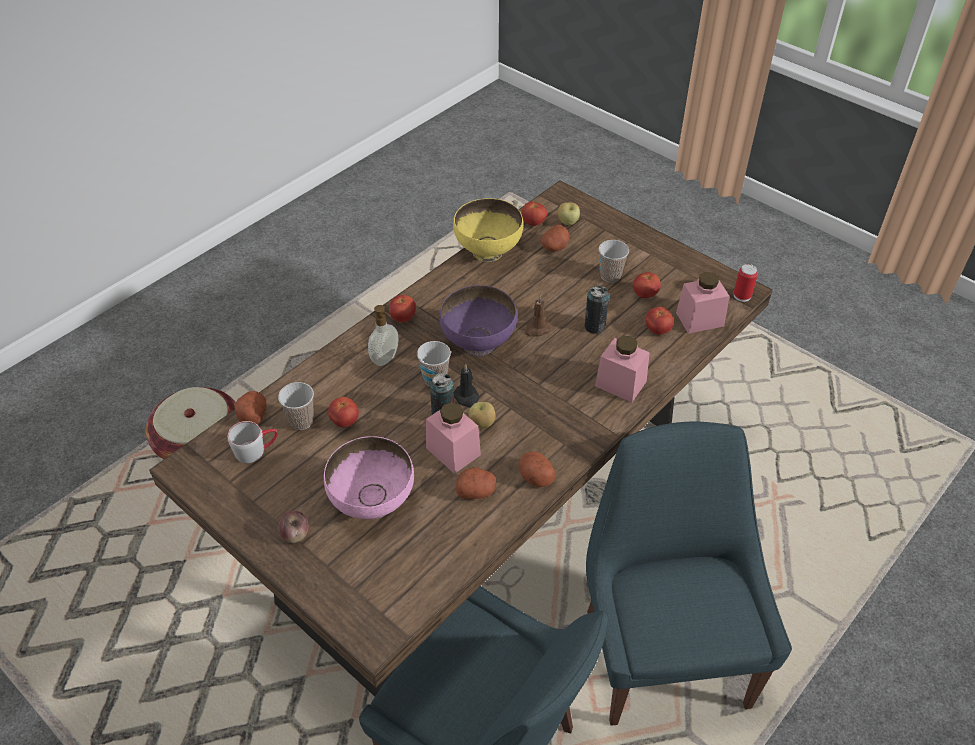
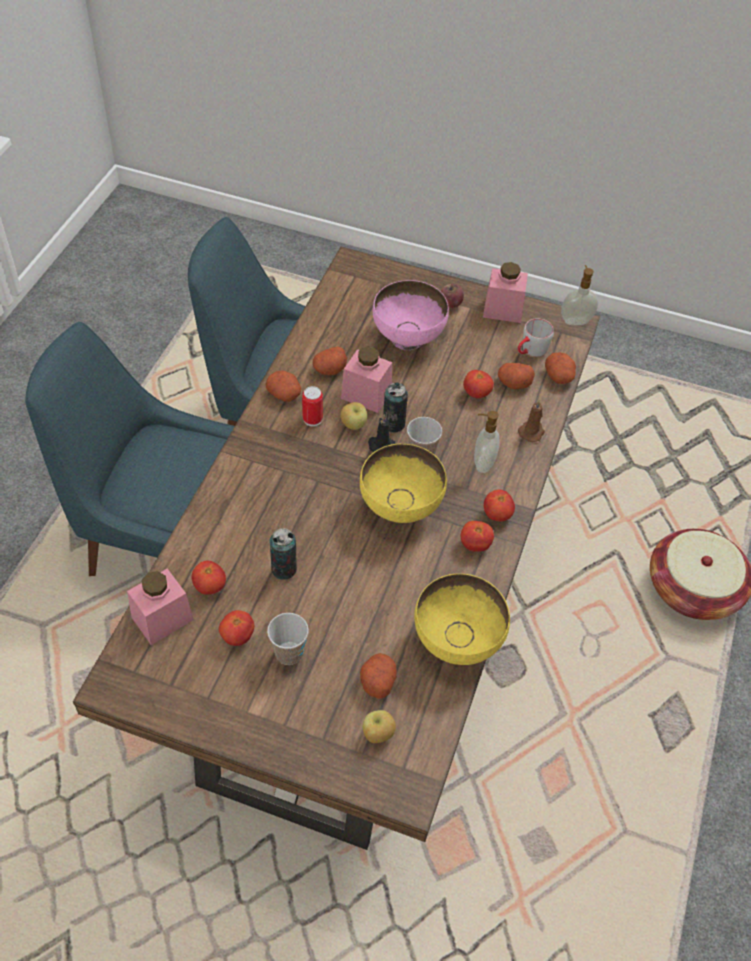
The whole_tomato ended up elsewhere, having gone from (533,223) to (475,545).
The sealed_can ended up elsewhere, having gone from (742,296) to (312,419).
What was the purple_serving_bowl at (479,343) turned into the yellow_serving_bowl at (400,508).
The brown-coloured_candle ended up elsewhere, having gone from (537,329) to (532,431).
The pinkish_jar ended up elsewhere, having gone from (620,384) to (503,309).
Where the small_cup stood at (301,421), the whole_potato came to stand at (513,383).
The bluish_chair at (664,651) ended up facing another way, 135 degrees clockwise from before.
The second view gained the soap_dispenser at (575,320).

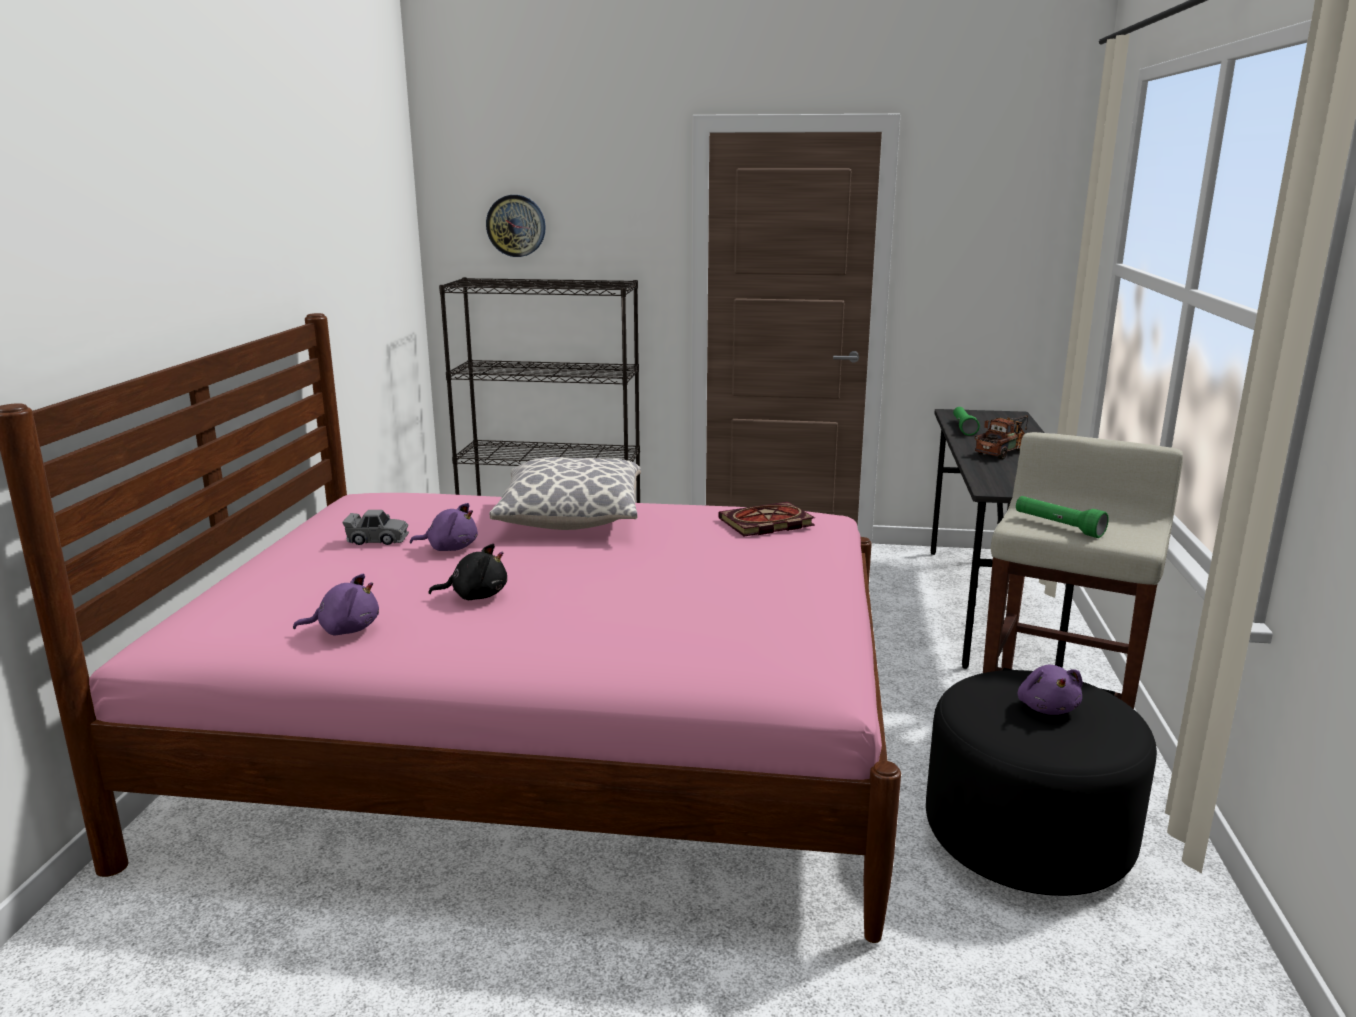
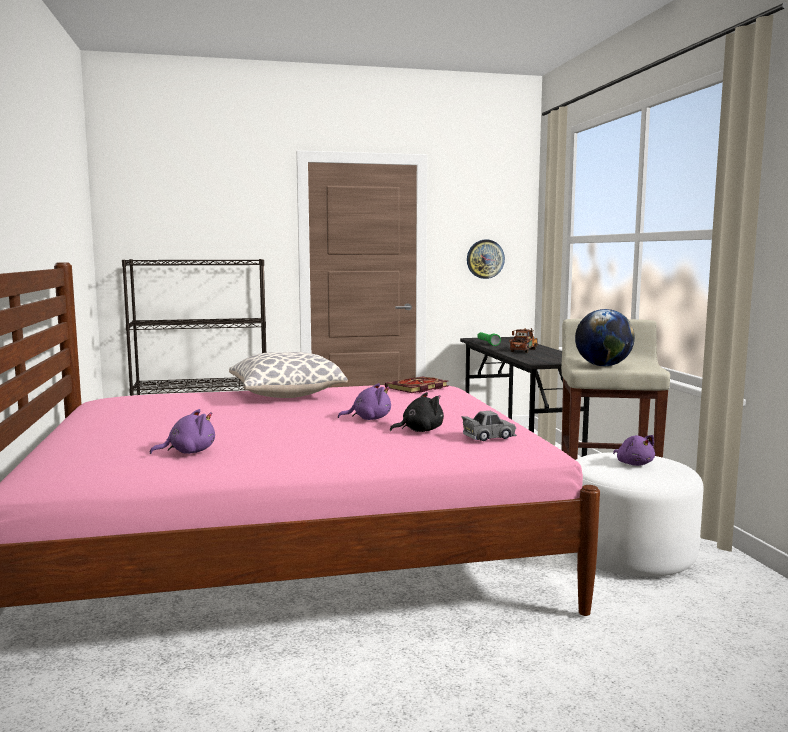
The clock_on_the_wall ended up elsewhere, having gone from (516,225) to (485,259).
Where the green_flashlight stood at (1058,526), the world_globe came to stand at (603,366).
The purple_soft_toy ended up elsewhere, having gone from (450,548) to (368,419).
The greyish_model_car ended up elsewhere, having gone from (377,539) to (489,437).
The black-coloured_soft_toy ended up elsewhere, having gone from (475,596) to (419,430).
What was the black-coloured_pouffe at (1027,836) turned into the white-coloured_pouffe at (628,553).

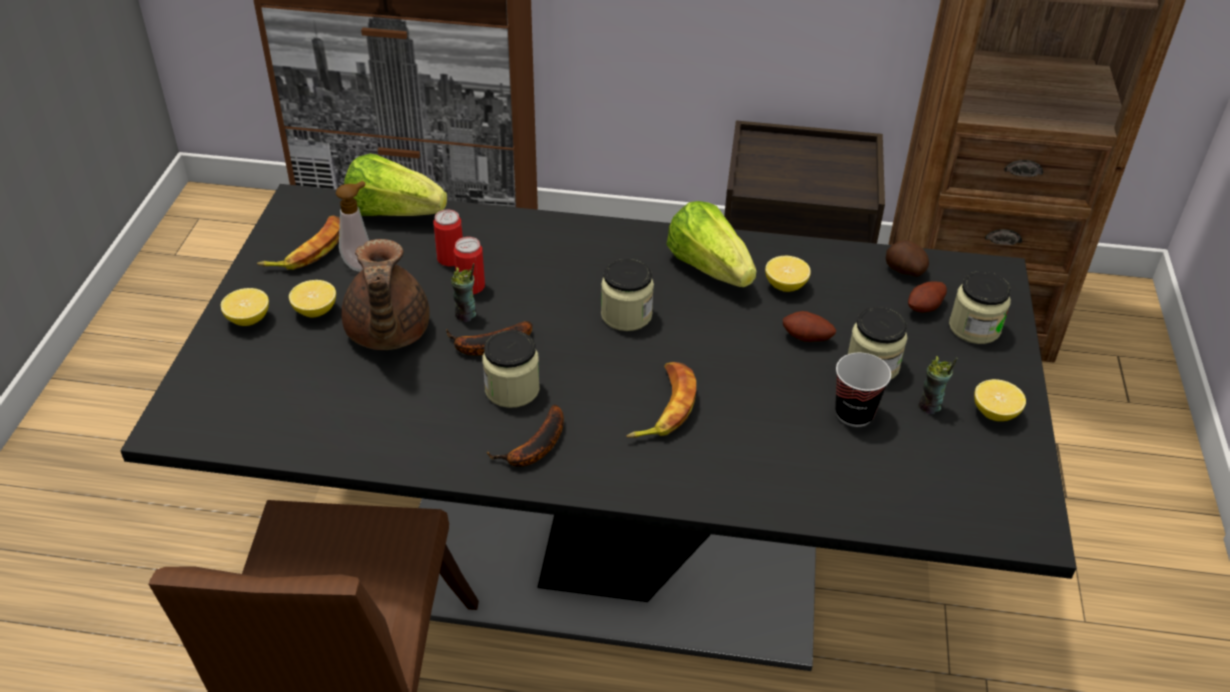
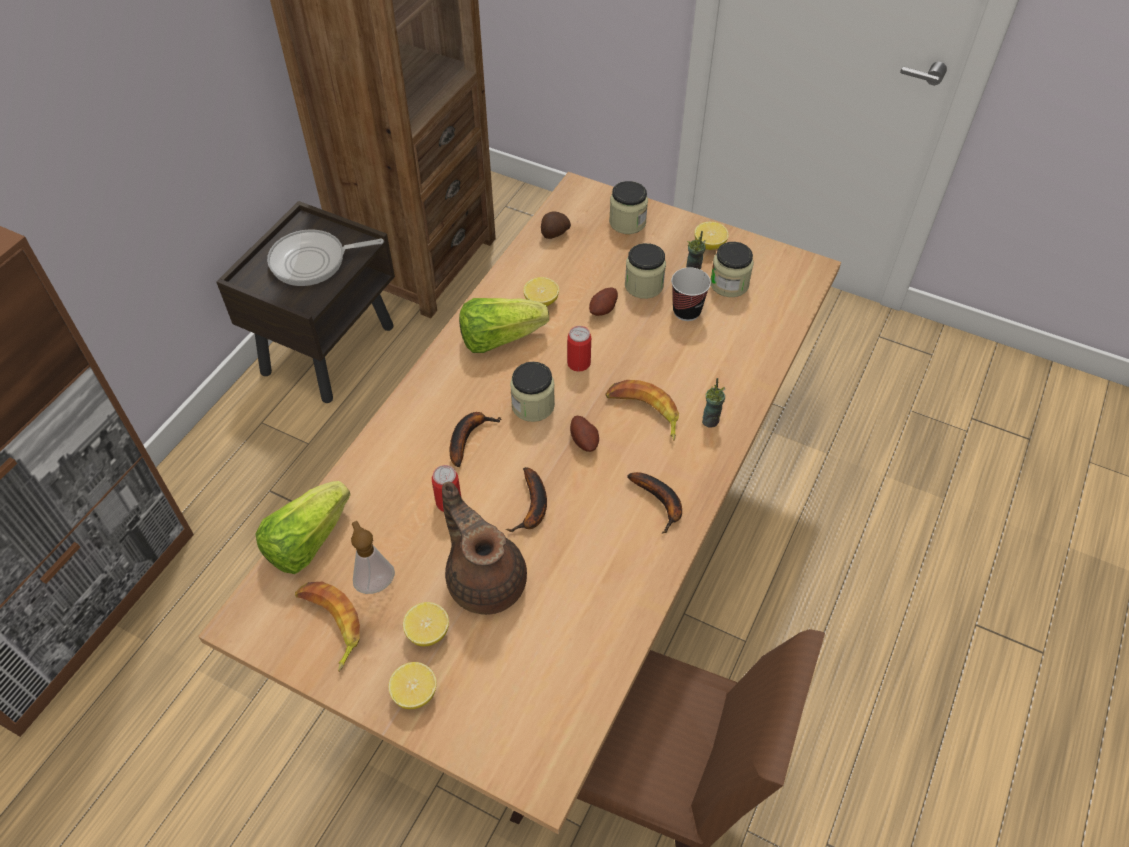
What was the black-coloured_dinner_table at (609,561) turned into the beige-coloured_dinner_table at (564,566).
The sealed_can ended up elsewhere, having gone from (450,258) to (579,363).
The brown-coloured_pot_for_tea at (387,334) ended up facing another way, 135 degrees counterclockwise from before.
The small_cup ended up elsewhere, having gone from (465,315) to (710,420).
The whole_potato ended up elsewhere, having gone from (925,308) to (584,441).
The jar ended up elsewhere, having gone from (512,389) to (729,284).
The second view gained the pan at (313,262).
The second view gained the whole_banana at (468,437).

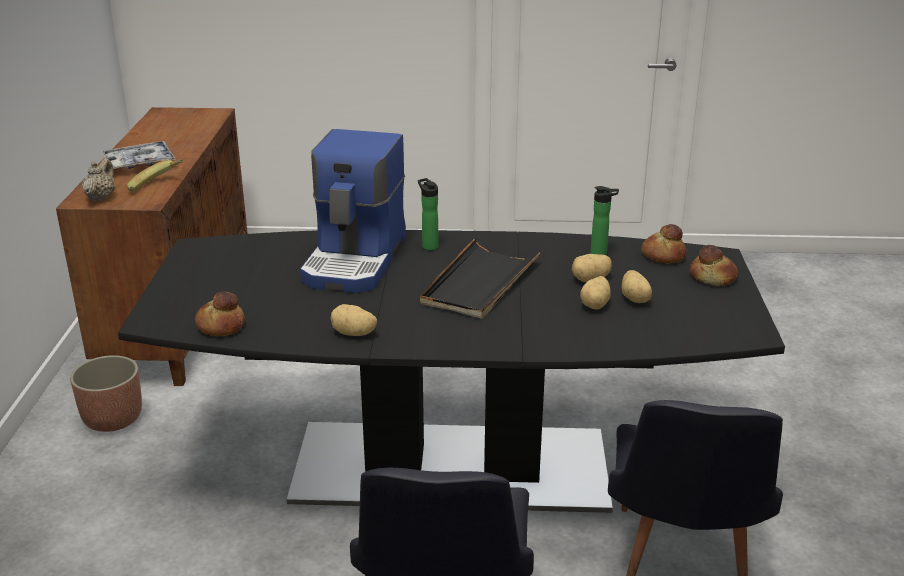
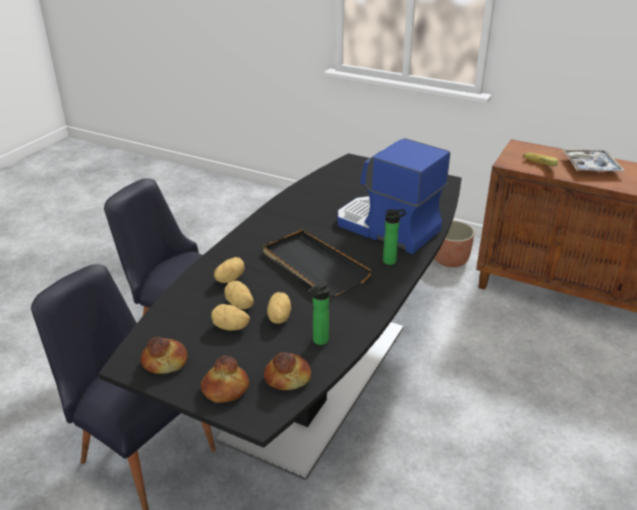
The second view lost the beige-coloured_pot_for_tea at (101,198).
The bread ended up elsewhere, having gone from (220,326) to (165,361).
The whole_potato ended up elsewhere, having gone from (353,334) to (229,279).

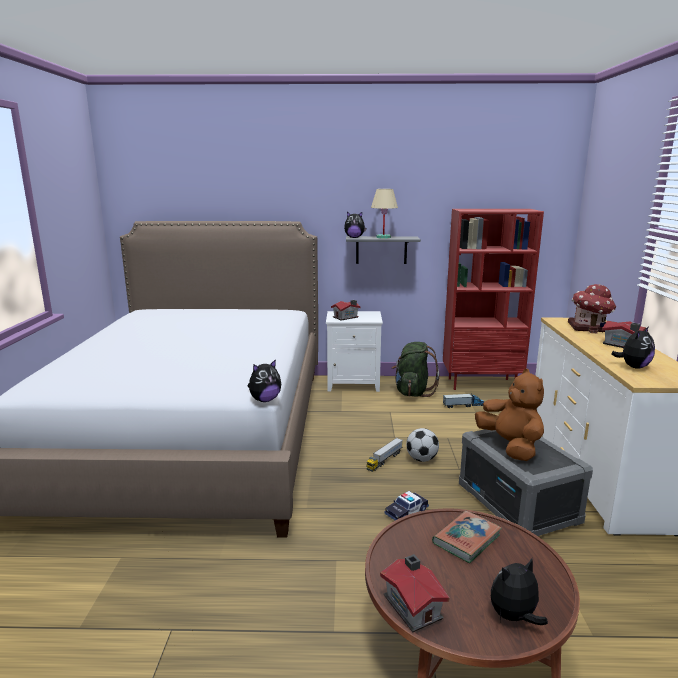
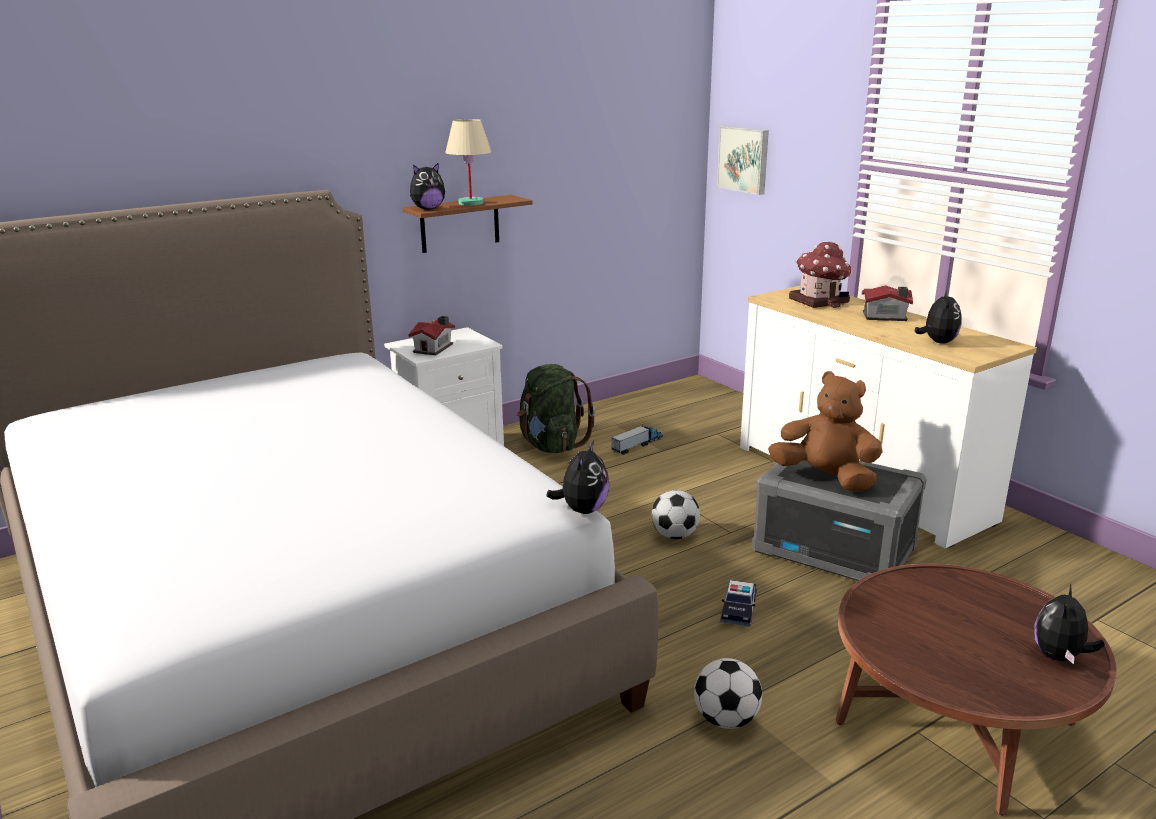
The second view lost the red_bookcase at (481,384).
What was the greyish_wall_shelf at (381,250) turned into the brown-coloured_wall_shelf at (460,224).
The second view lost the toy_truck at (384,460).
The second view lost the bound_book at (466,539).
The second view lost the toy_house at (413,606).
The second view gained the picture at (744,159).
The second view gained the football_ball at (726,720).

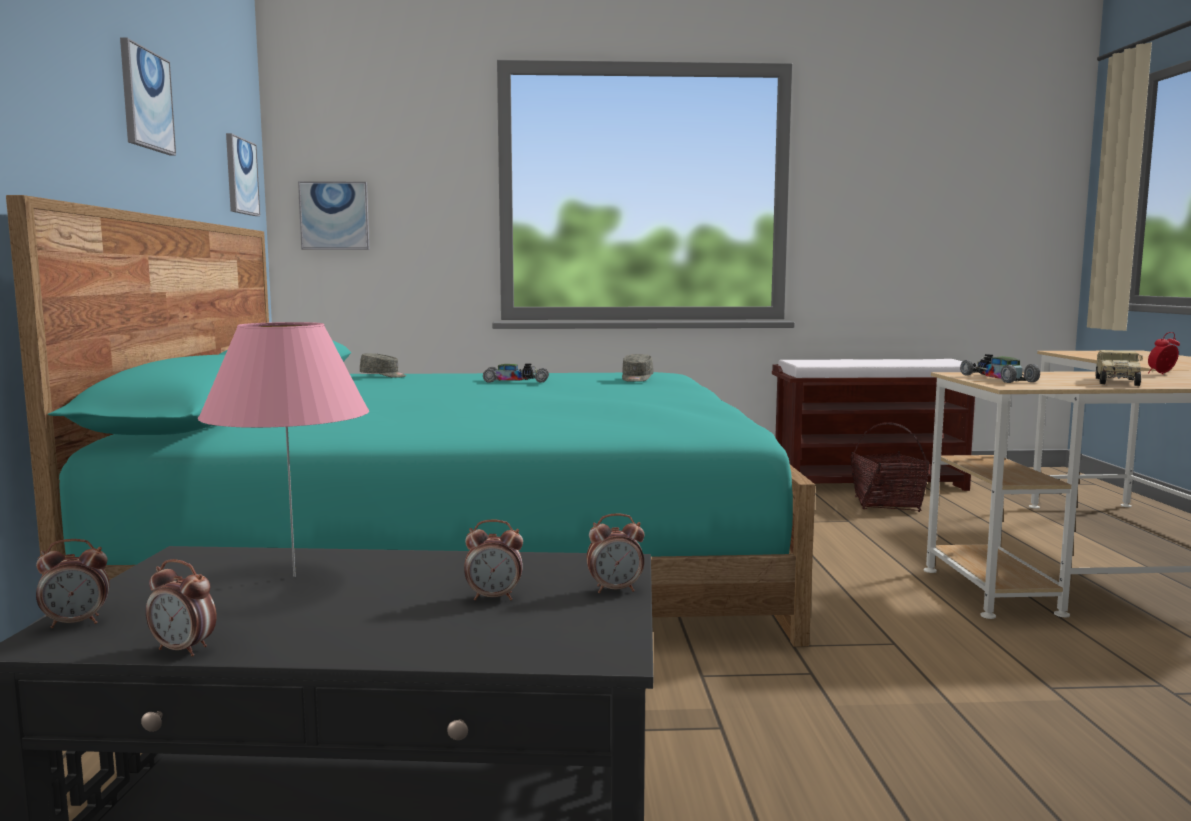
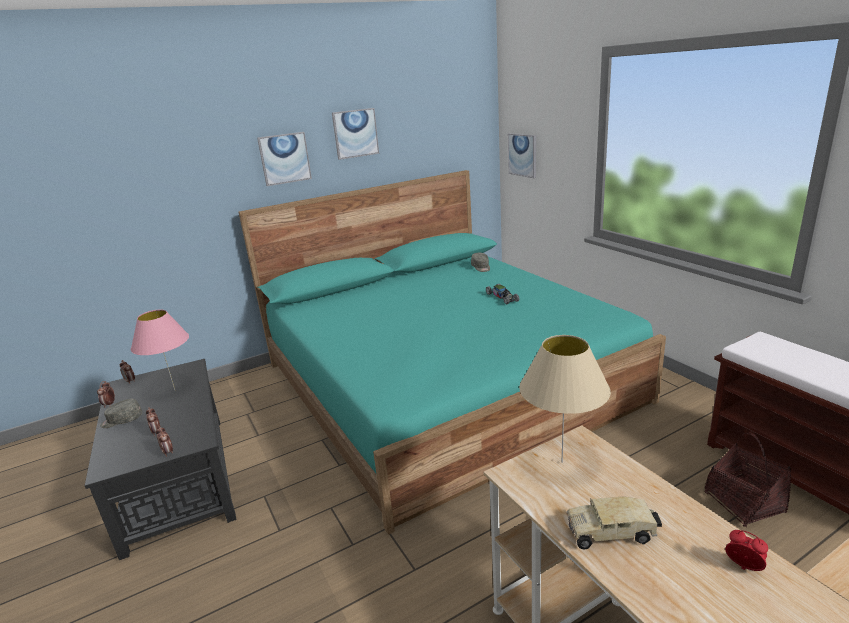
The picture ended up elsewhere, having gone from (241,176) to (284,158).
The greyish_baseball_cap ended up elsewhere, having gone from (636,379) to (122,420).
Where the model_car stood at (997,378), the beige-coloured_table_lamp came to stand at (561,462).

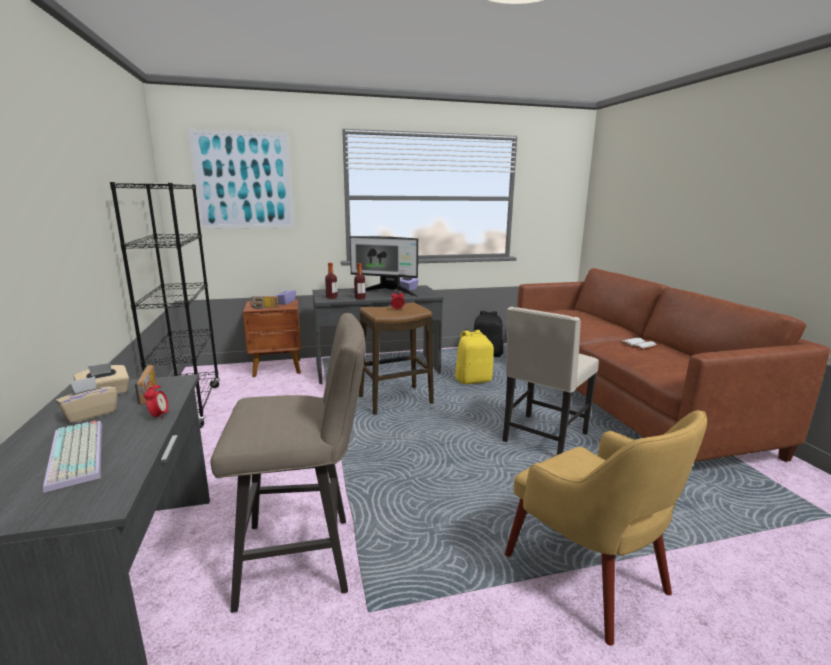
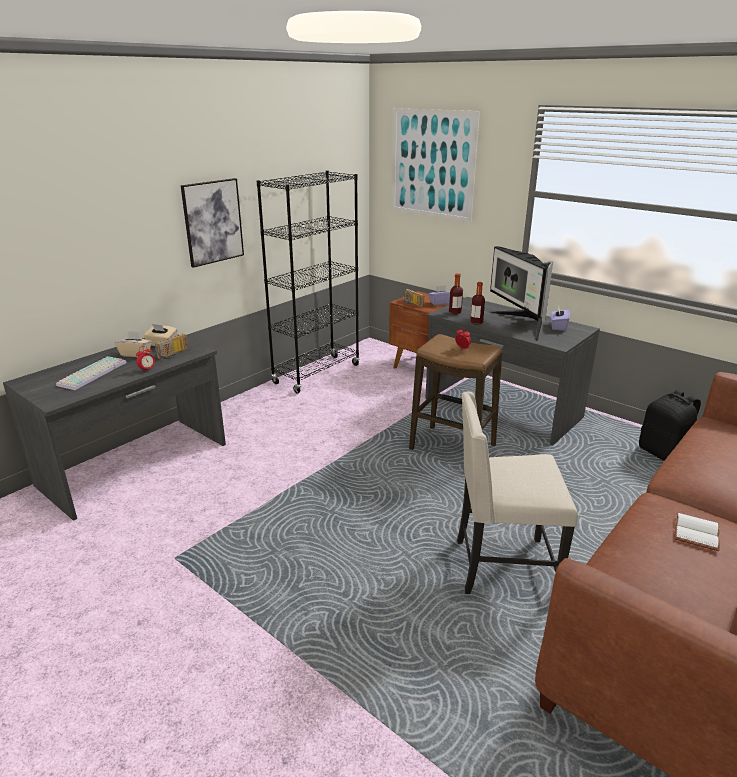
The second view lost the beige-coloured_sitting_stool at (306,557).
The second view lost the yellow_rucksack at (473,380).
The second view lost the yellow_armchair at (588,576).
The second view gained the picture at (213,222).

